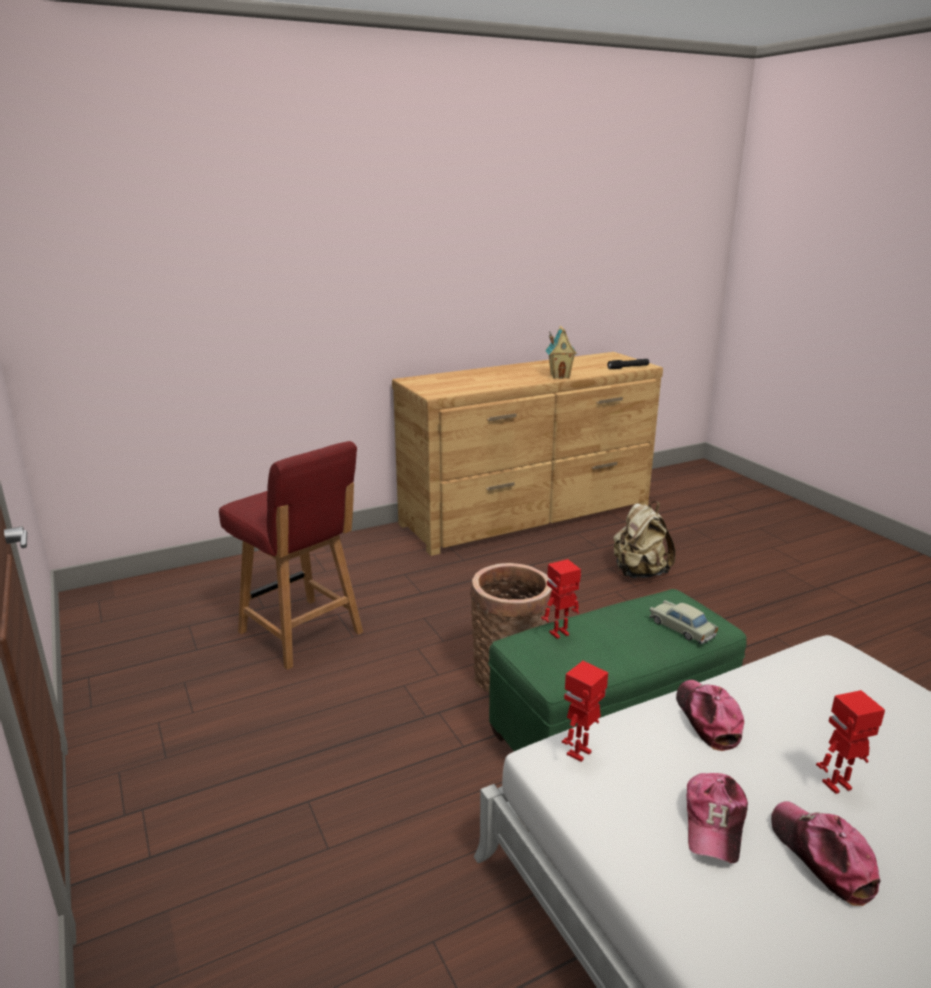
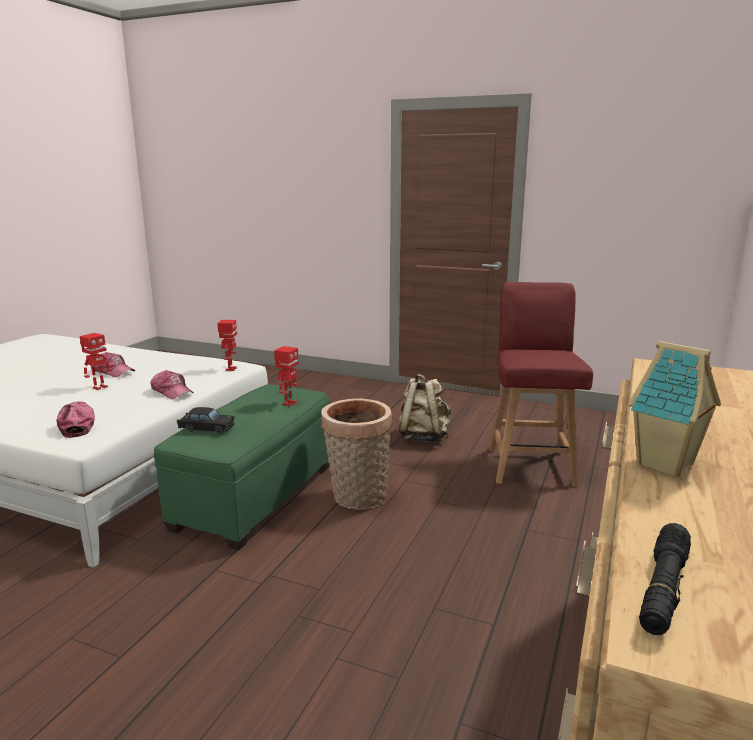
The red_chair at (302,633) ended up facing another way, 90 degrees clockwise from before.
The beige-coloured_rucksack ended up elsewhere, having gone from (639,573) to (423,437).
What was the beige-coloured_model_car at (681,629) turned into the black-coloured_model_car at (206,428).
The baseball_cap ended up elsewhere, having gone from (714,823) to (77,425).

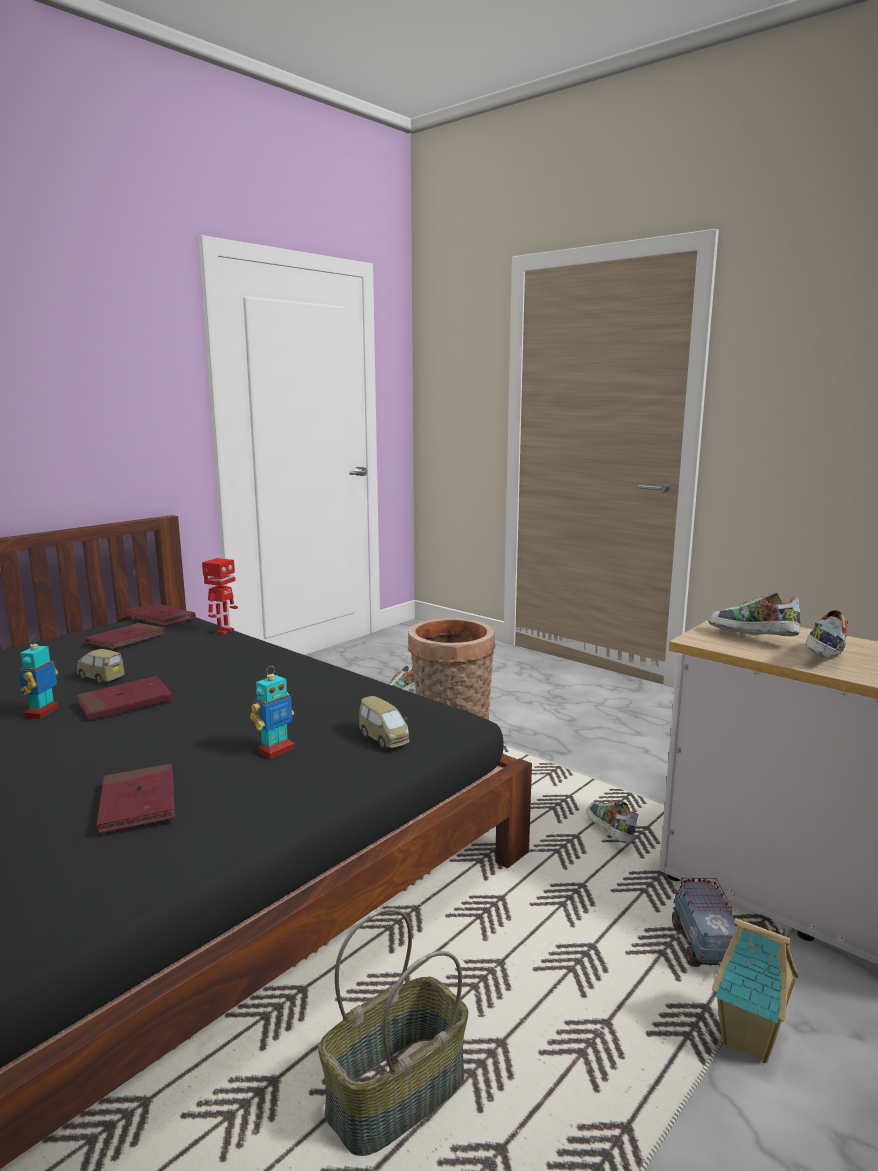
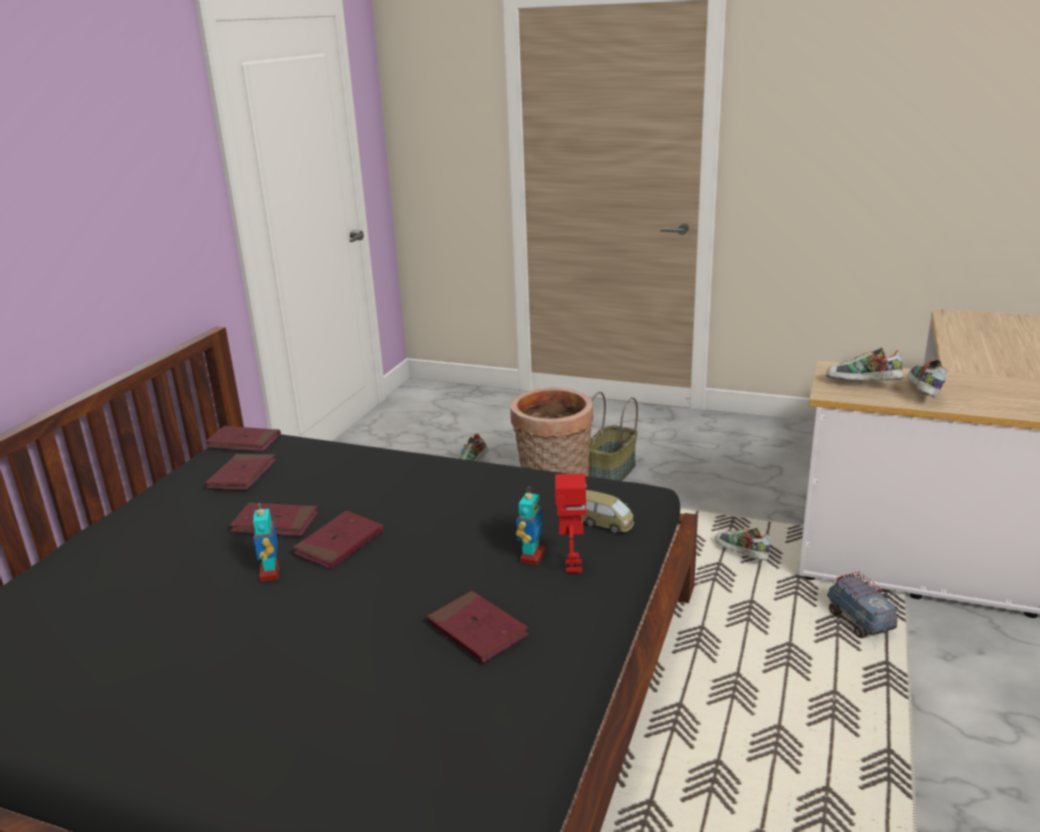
The toy_robot ended up elsewhere, having gone from (223,631) to (572,567).
Where the model_car stood at (100,677), the red_bound_book came to stand at (275,523).
The basket ended up elsewhere, having gone from (397,1098) to (612,473).
The second view lost the toy_house at (750,1040).

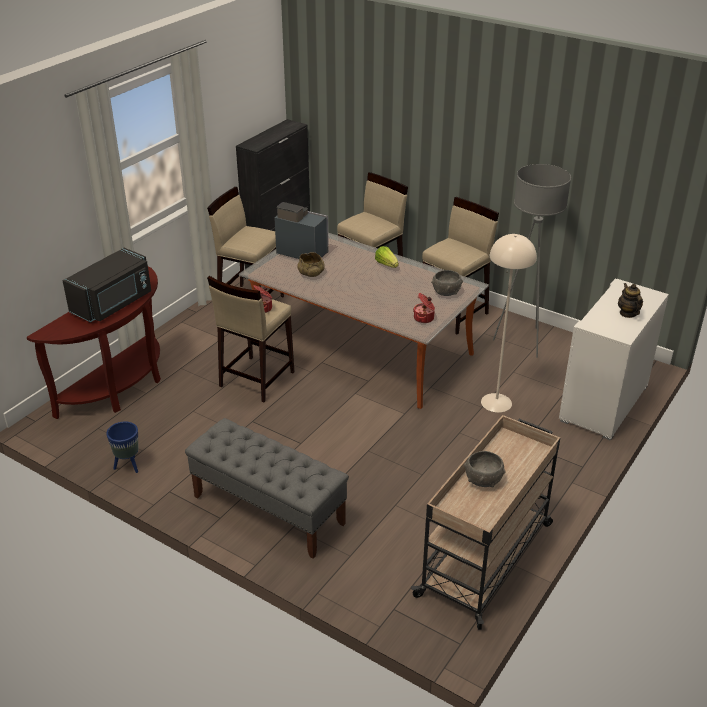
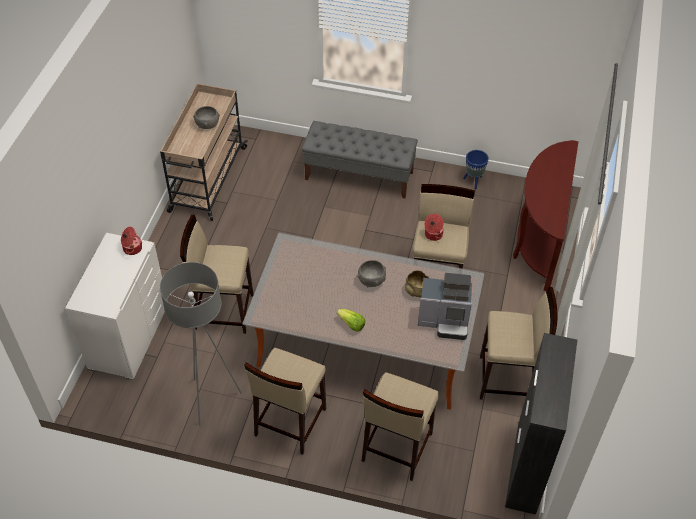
Where the beige-coloured_floor_lamp stood at (496,403), the beige-coloured_sitting_stool came to stand at (223,311).
The second view lost the black-coloured_kitchen_microwave at (113,303).
The greyish_serving_bowl ended up elsewhere, having gone from (446,292) to (371,280).
The second view lost the pot_for_tea at (628,313).
The cooking_pot ended up elsewhere, having gone from (424,318) to (132,248).

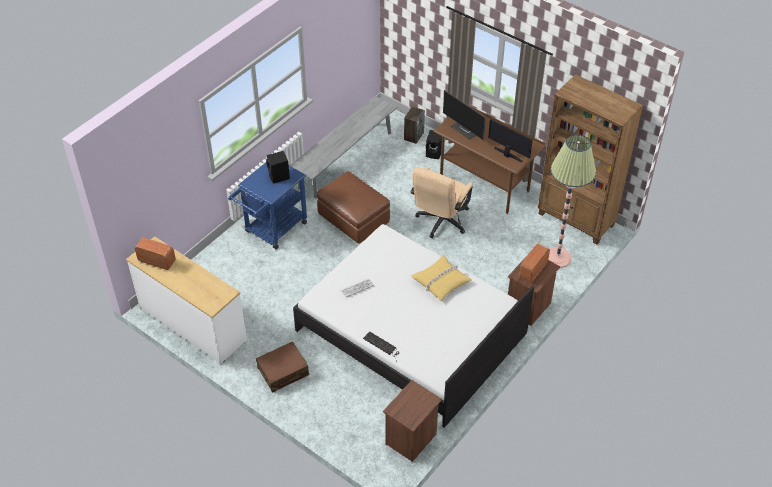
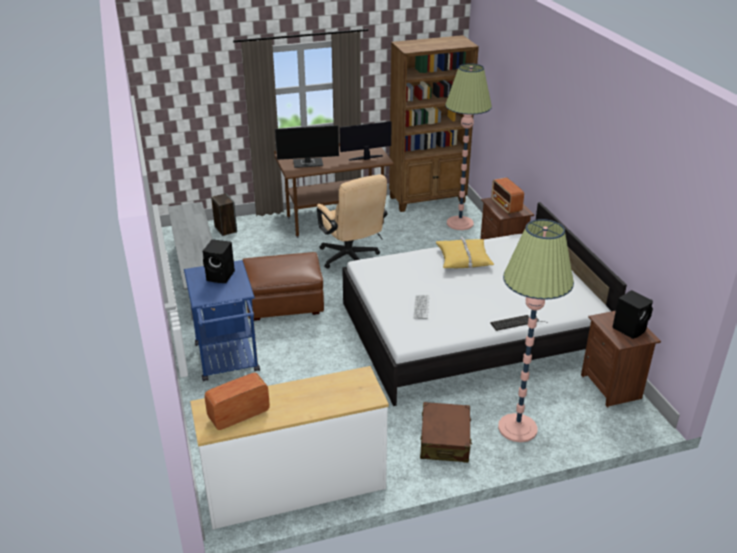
The black-coloured_audio_speaker ended up elsewhere, having gone from (434,153) to (630,329).
The second view gained the floor_lamp at (517,428).

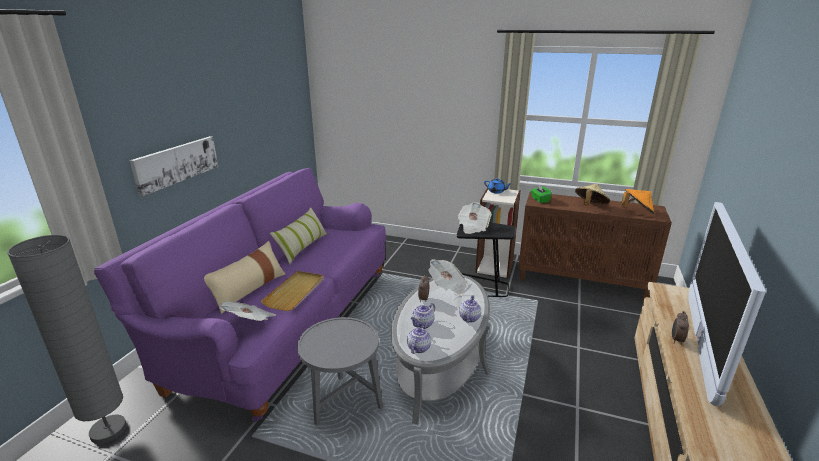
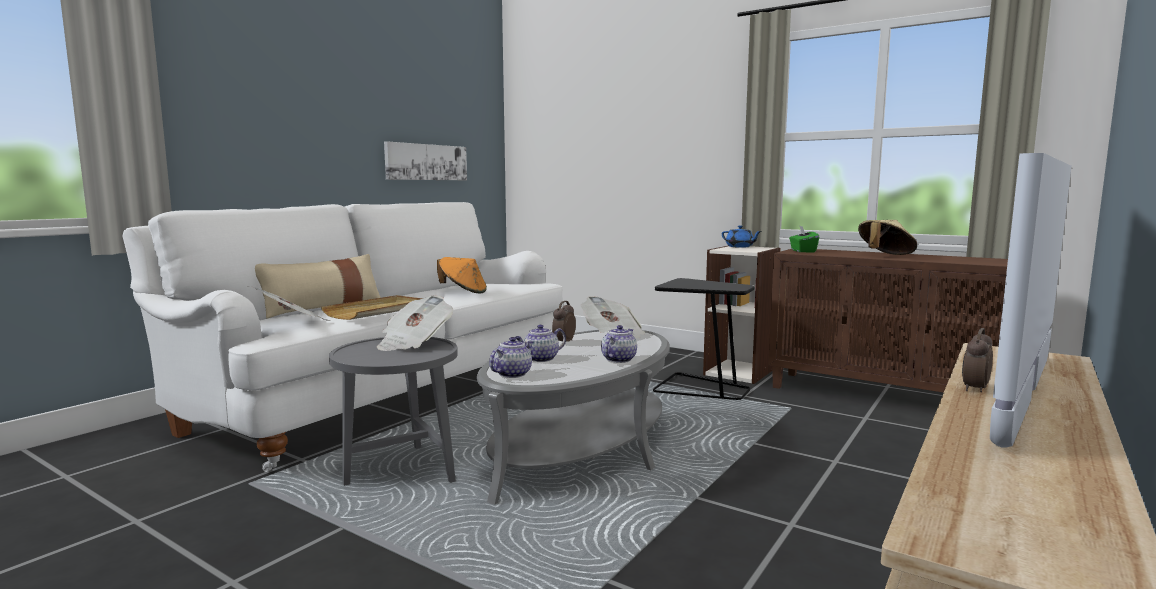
The picture ended up elsewhere, having gone from (176,163) to (426,162).
What was the purple_sofa at (284,323) turned into the white-coloured_sofa at (385,394).
The orangey_clothing_hat ended up elsewhere, having gone from (636,212) to (463,292).
The daily_paper ended up elsewhere, having gone from (473,227) to (414,343).
The second view lost the throw_pillow at (303,247).
The second view lost the greyish_floor_lamp at (108,431).

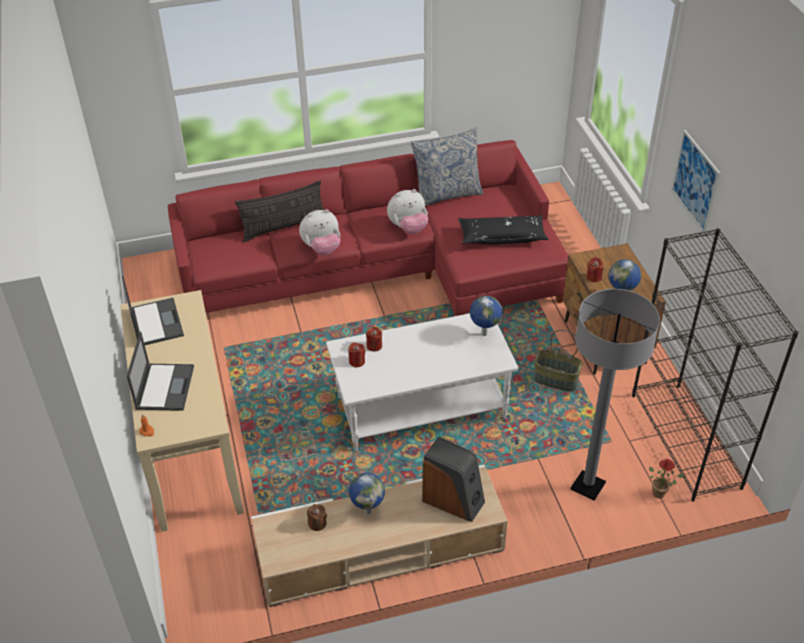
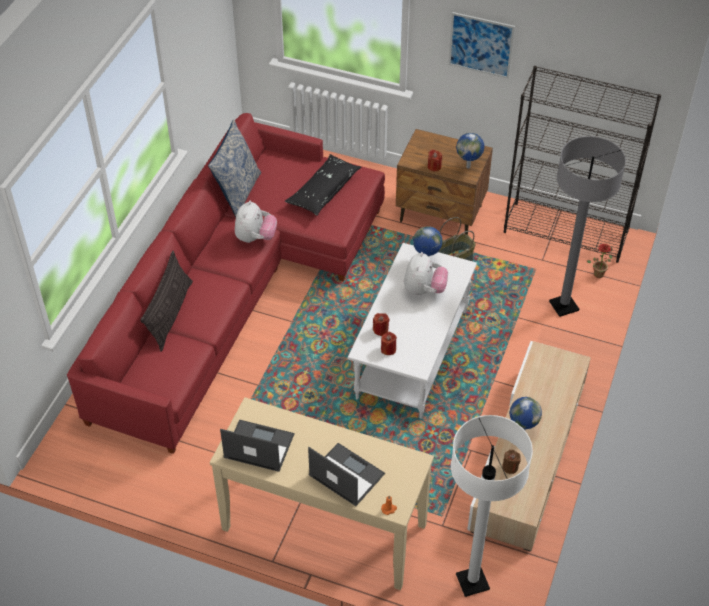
The soft_toy ended up elsewhere, having gone from (322,248) to (424,290).
The second view lost the audio_speaker at (453,500).
The second view gained the white-coloured_floor_lamp at (472,582).

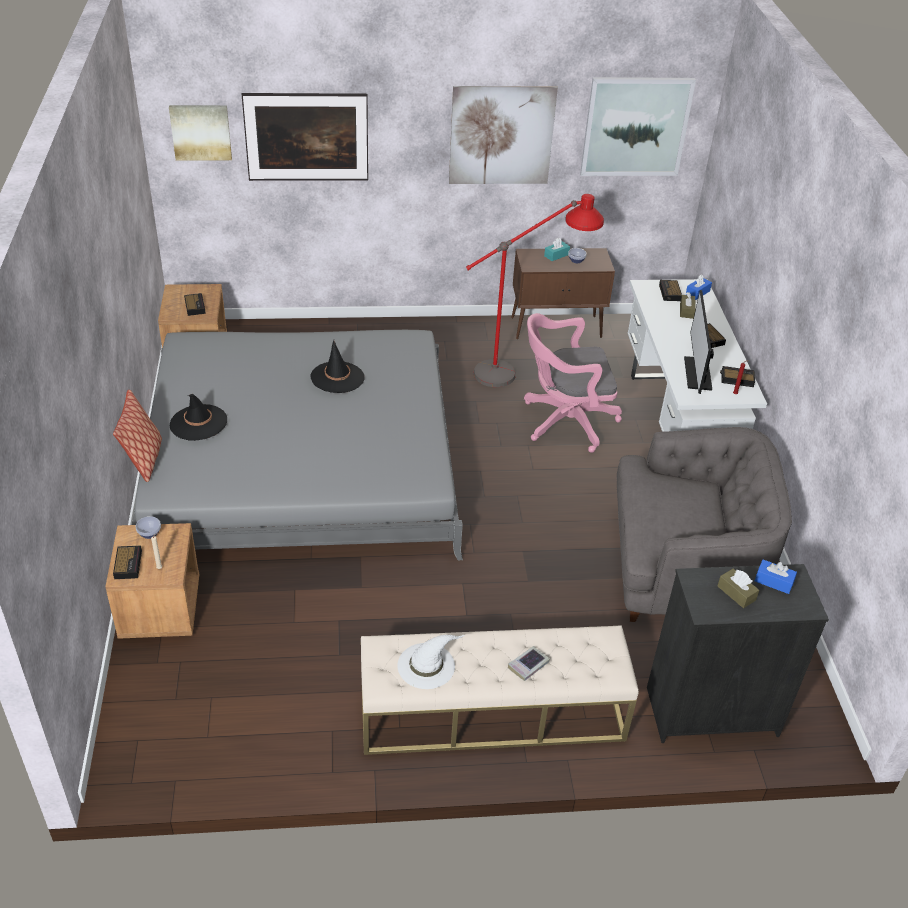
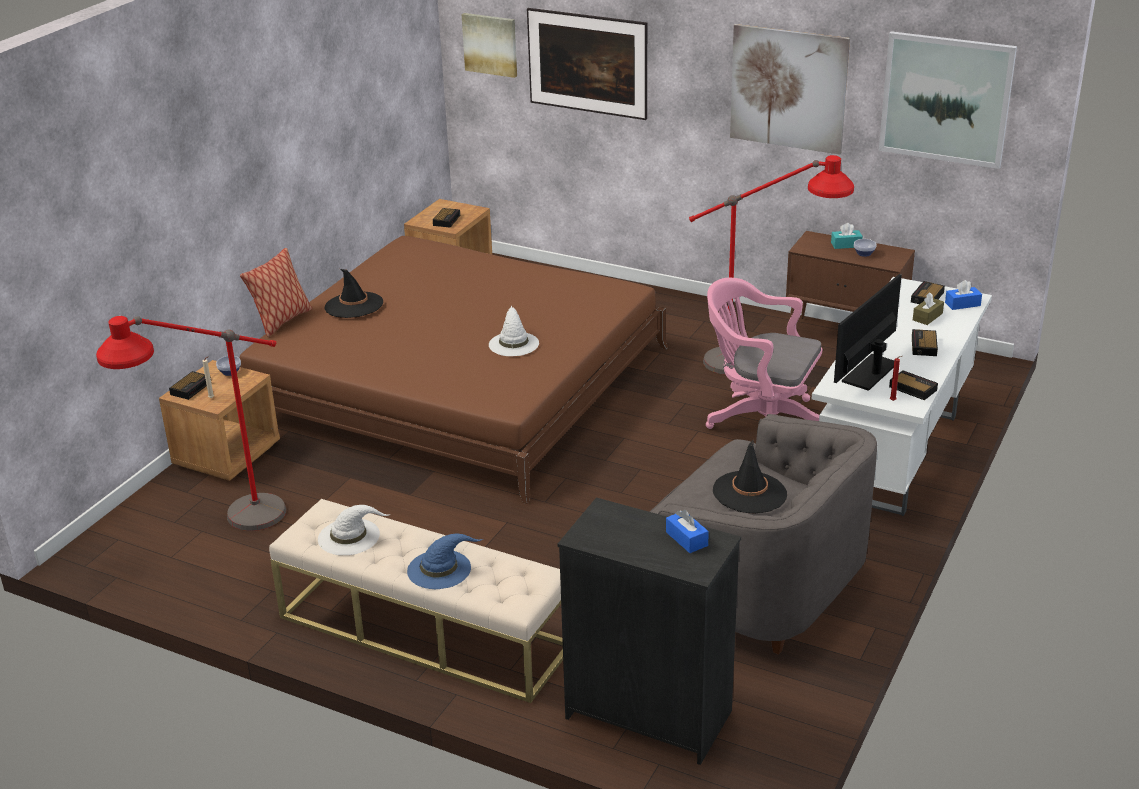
What was the greyish_bed at (302,462) turned into the brown-coloured_bed at (458,383).
The black-coloured_clothing_hat ended up elsewhere, having gone from (337,377) to (749,493).
The second view lost the brown-coloured_box_of_tissues at (736,593).
Where the bound_book stood at (528,665), the bluish_clothing_hat came to stand at (440,569).
The second view gained the white-coloured_clothing_hat at (513,343).
The second view gained the red_floor_lamp at (222,532).

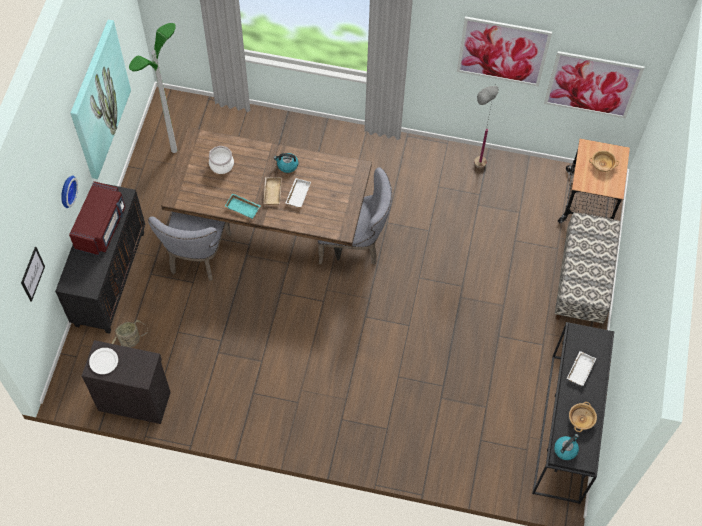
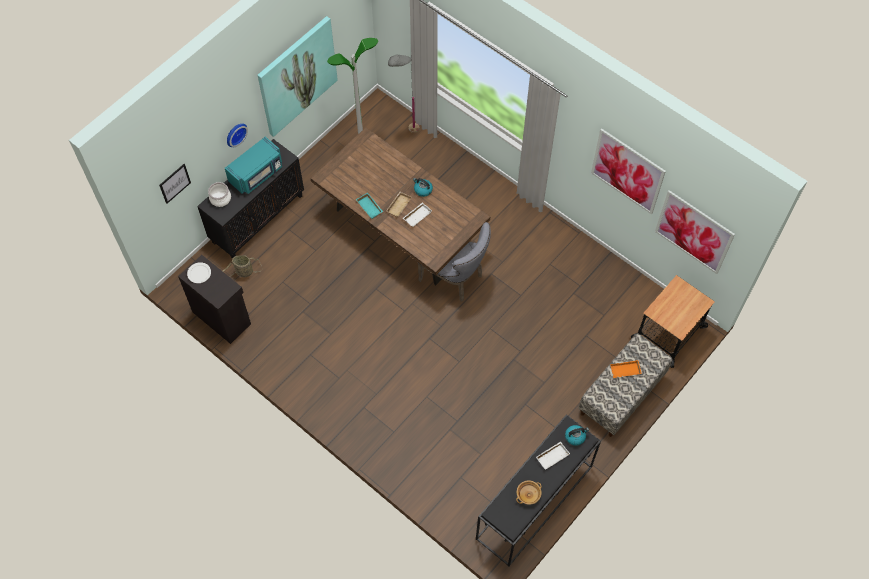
The greyish_floor_lamp ended up elsewhere, having gone from (474,172) to (405,134).
The cooking_pot ended up elsewhere, having gone from (221,165) to (220,199).
The second view lost the beige-coloured_serving_bowl at (602,165).
What was the red_kitchen_microwave at (101,227) turned into the turquoise_kitchen_microwave at (257,174).
The second view lost the greyish_chair at (197,257).
The water_kettle ended up elsewhere, having gone from (565,449) to (575,436).
The second view gained the orangey_serving_tray at (625,371).

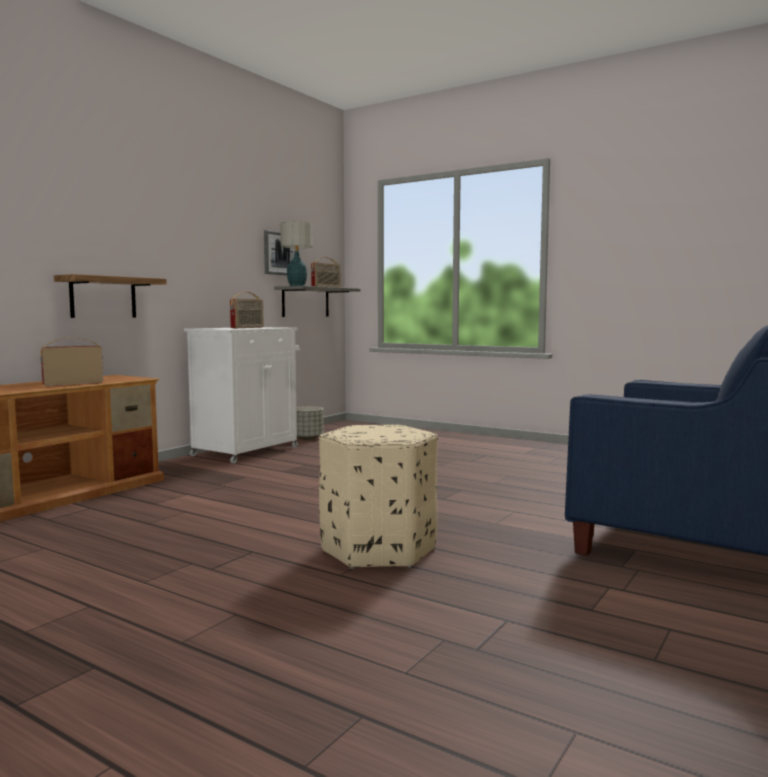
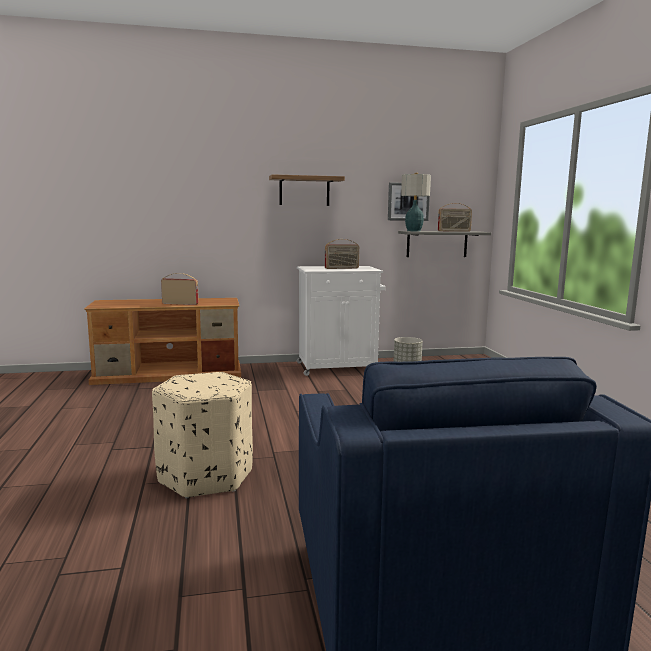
The wall_shelf ended up elsewhere, having gone from (103,297) to (304,191).

